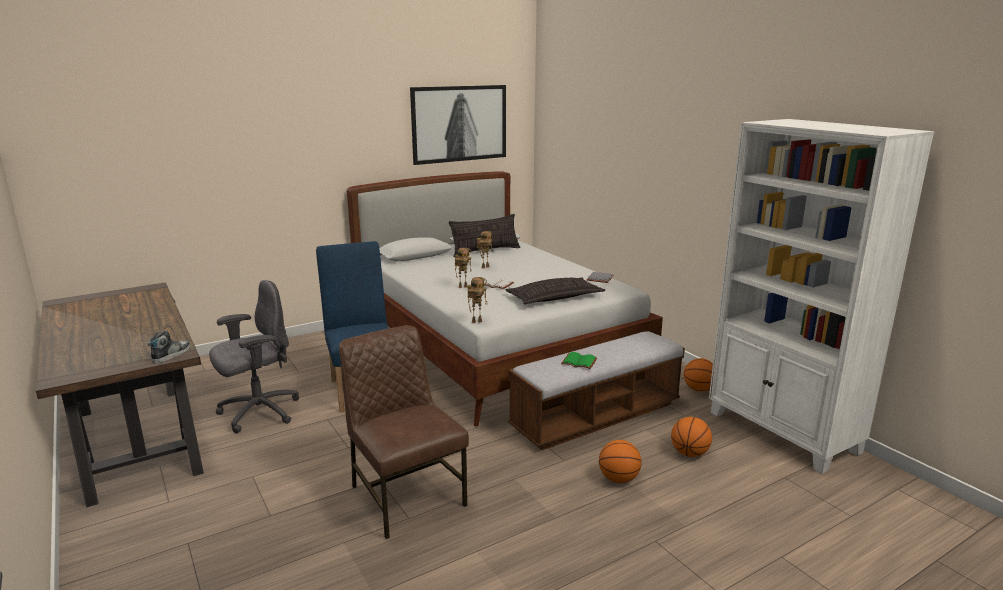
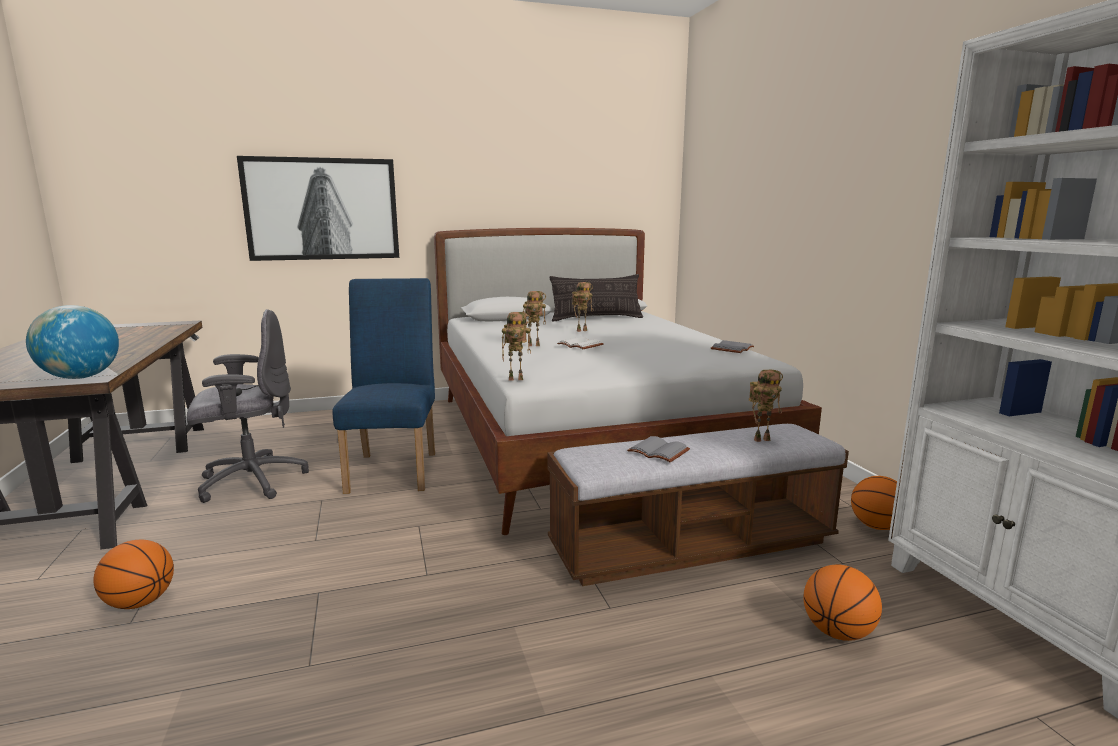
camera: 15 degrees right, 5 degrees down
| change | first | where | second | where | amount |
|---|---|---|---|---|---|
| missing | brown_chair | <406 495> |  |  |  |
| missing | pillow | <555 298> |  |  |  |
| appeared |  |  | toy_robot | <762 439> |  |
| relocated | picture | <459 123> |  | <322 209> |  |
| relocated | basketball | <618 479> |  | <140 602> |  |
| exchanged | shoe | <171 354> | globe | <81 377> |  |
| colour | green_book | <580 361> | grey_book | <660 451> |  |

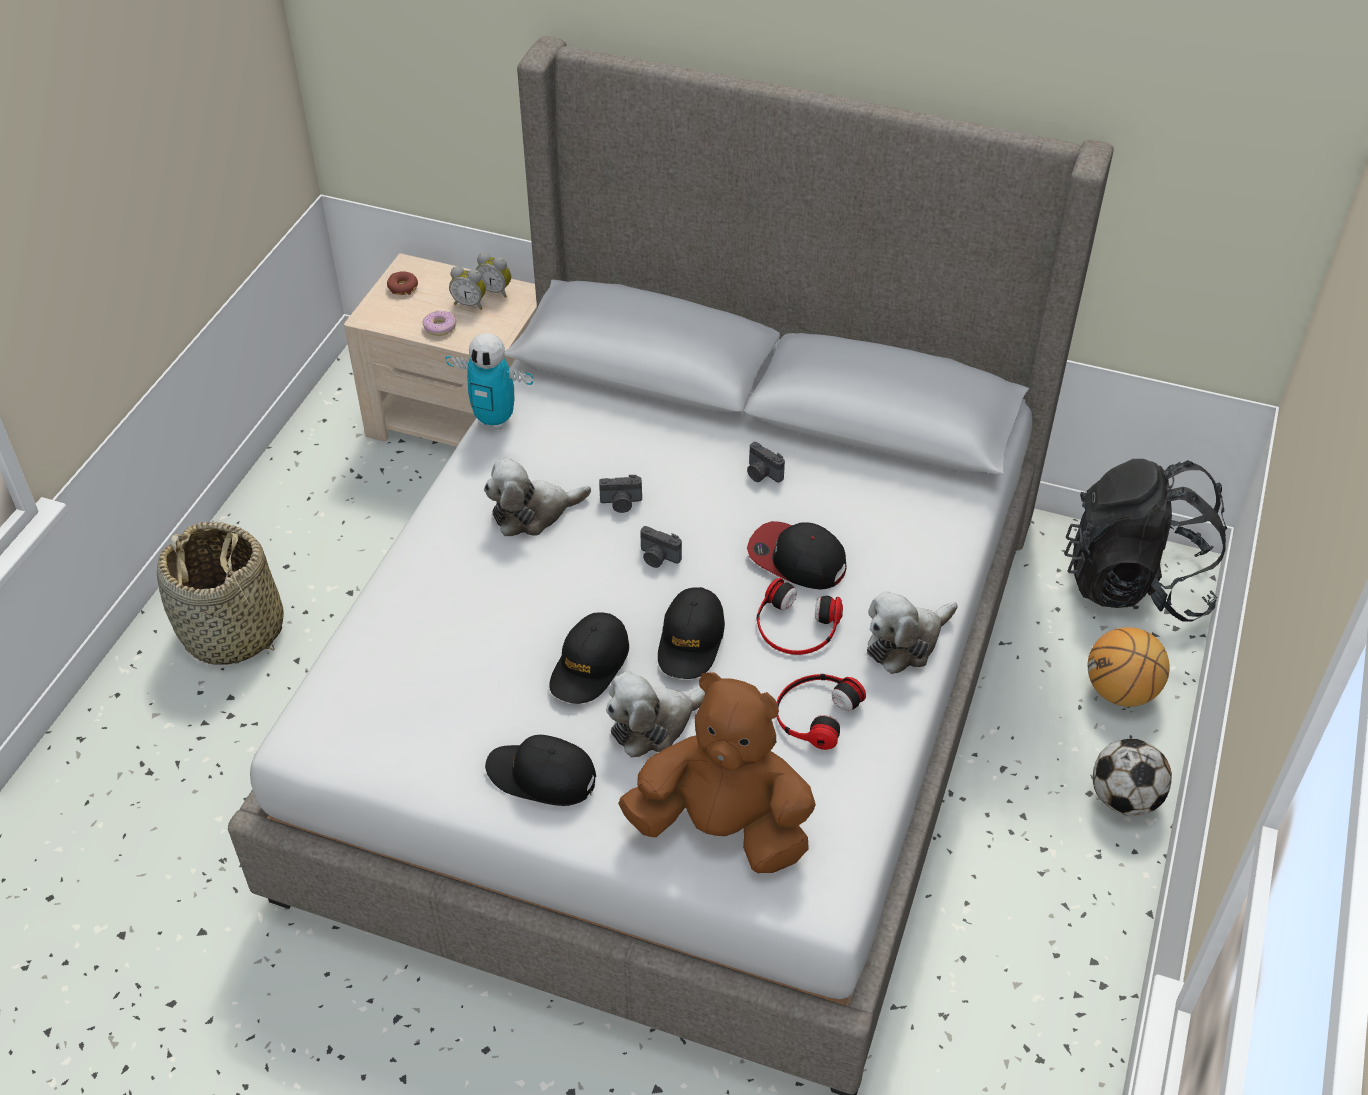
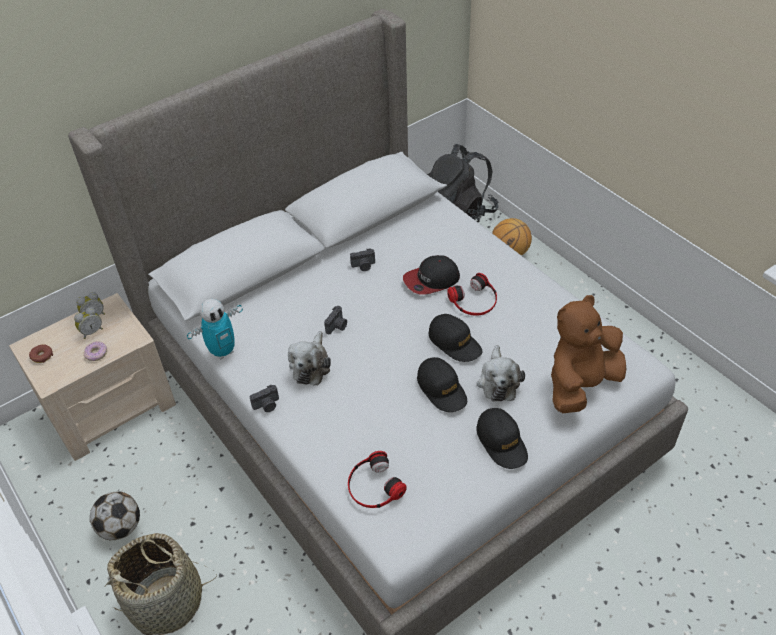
camera: 55 degrees left, 0 degrees up
| change | first | where | second | where | amount |
|---|---|---|---|---|---|
| missing | plush_toy | <906 642> |  |  |  |
| relocated | photo_camera | <658 558> |  | <267 405> |  |
| relocated | headphones | <815 713> |  | <374 486> |  |
| relocated | football | <1124 799> |  | <121 527> |  |
| spun | black_cap | <541 776> |  | <502 442> | 75 degrees counterclockwise |

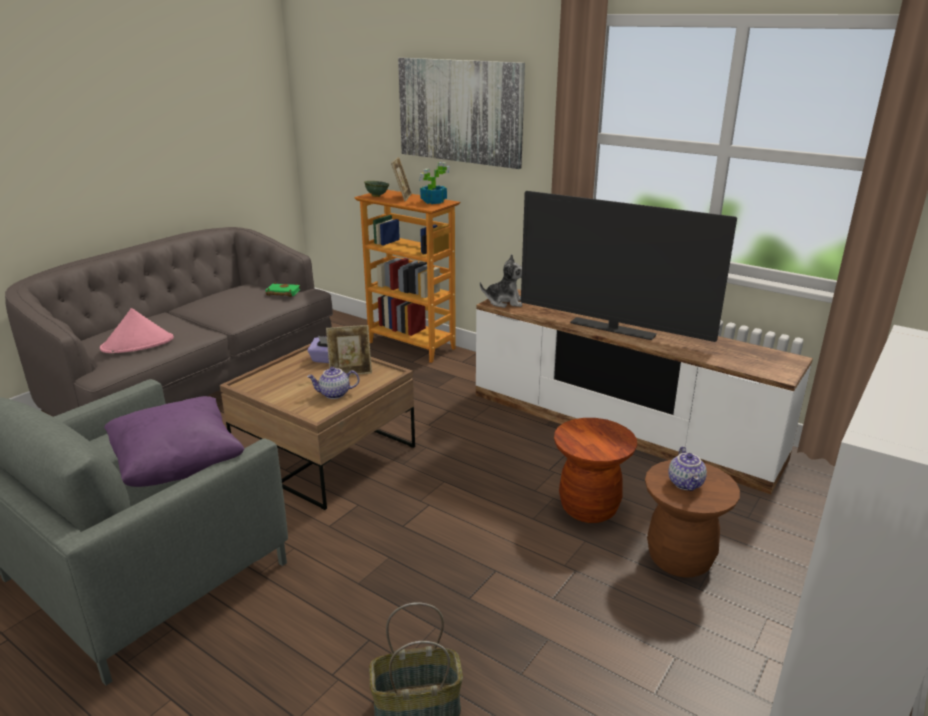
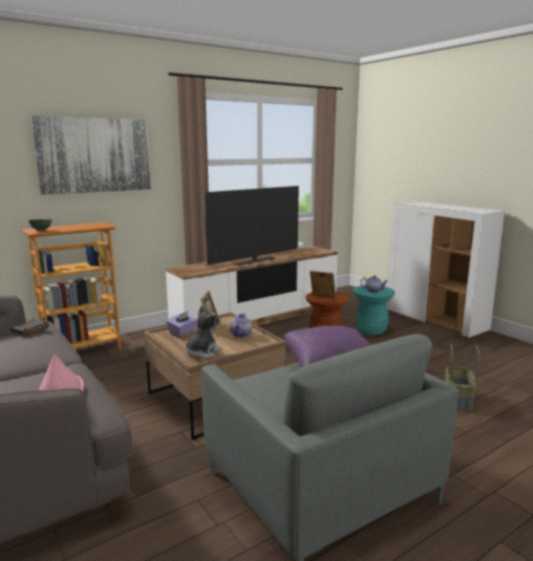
camera: 70 degrees left, 10 degrees down
| change | first | where | second | where | amount |
|---|---|---|---|---|---|
| missing | potted_plant | <433 201> |  |  |  |
| relocated | picture_frame | <402 197> |  | <322 297> |  |
| relocated | plush_toy | <505 302> |  | <202 352> |  |
| colour | green_book | <282 293> | black_book | <30 330> |  |
| colour | brown_stool | <679 559> | turquoise_stool | <371 330> |  |

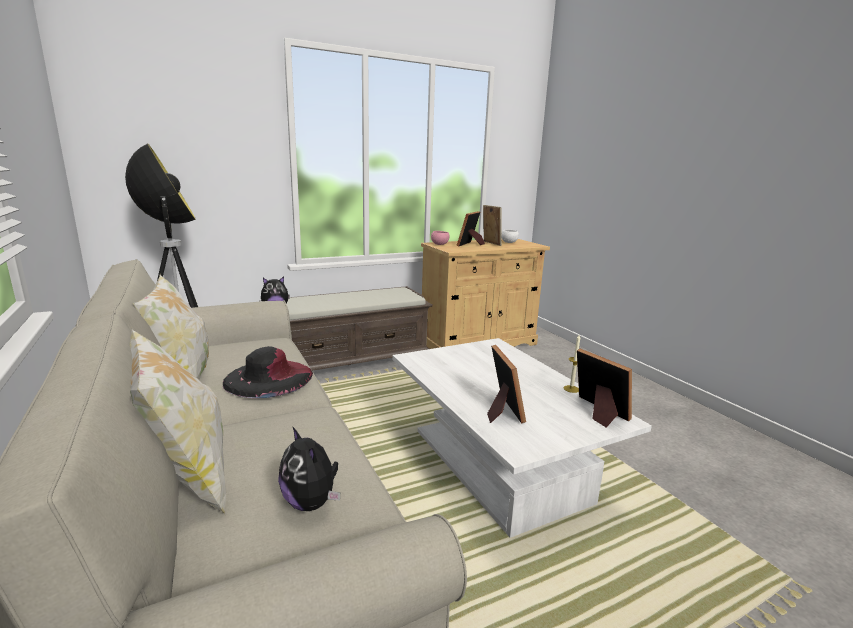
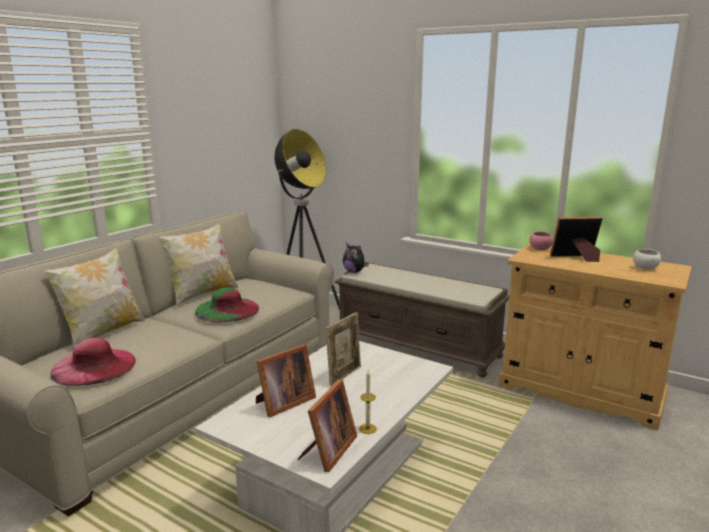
camera: 60 degrees right, 0 degrees up
| change | first | where | second | where | amount |
|---|---|---|---|---|---|
| relocated | picture_frame | <490 243> |  | <344 375> |  |
| exchanged | plush_toy | <311 502> | pink_hat | <94 366> |  |
| colour | black_hat | <268 377> | green_hat | <227 310> |  |

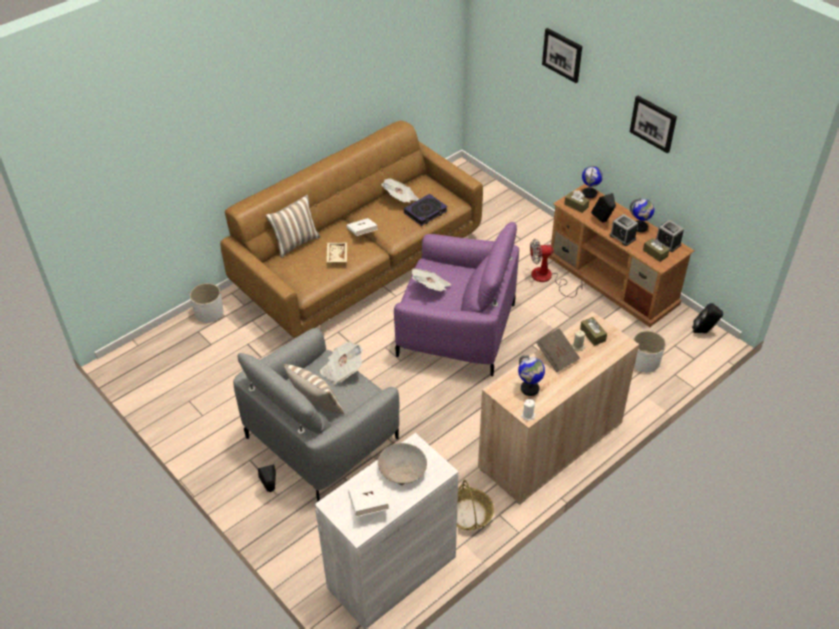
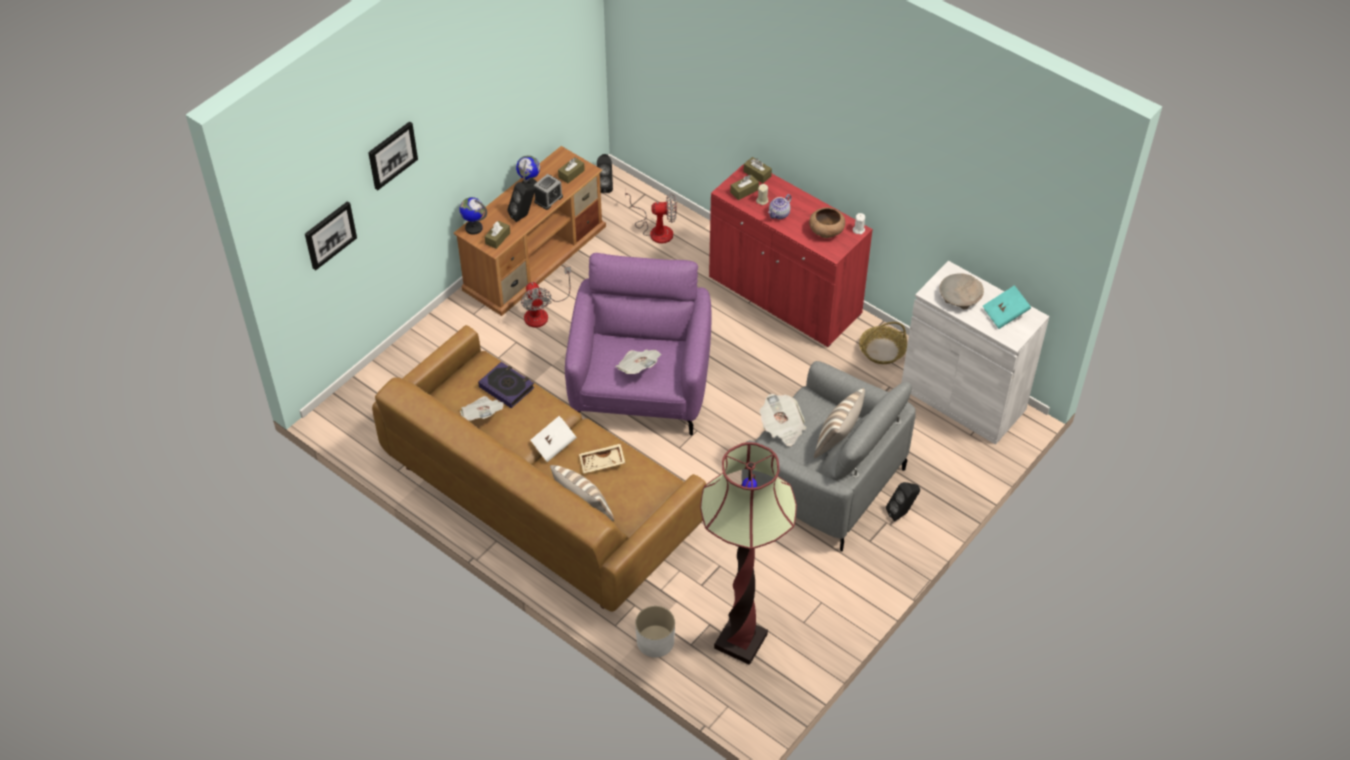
camera: 100 degrees left, 5 degrees up
| change | first | where | second | where | amount |
|---|---|---|---|---|---|
| missing | alarm_clock | <667 243> |  |  |  |
| appeared |  |  | floor_lamp | <740 641> |  |
| appeared |  |  | brown_tissue_box | <757 174> |  |
| relocated | picture | <653 123> |  | <329 234> |  |
| exchanged | globe | <529 389> | brown_bowl | <826 231> |  |
| exchanged | brown_book | <557 356> | teapot | <779 214> |  |
| exchanged | white_planter | <645 361> | fan | <655 230> |  |
| colour | white_book | <368 505> | turquoise_book | <1005 314> |  |
| colour | beige_cabinet | <550 445> | red_cabinet | <784 296> |  |

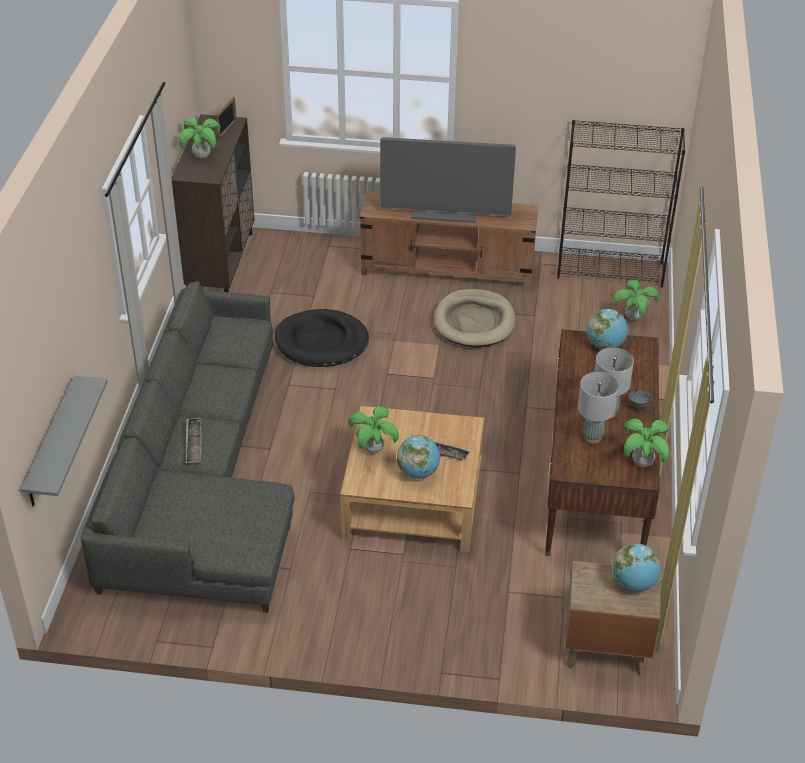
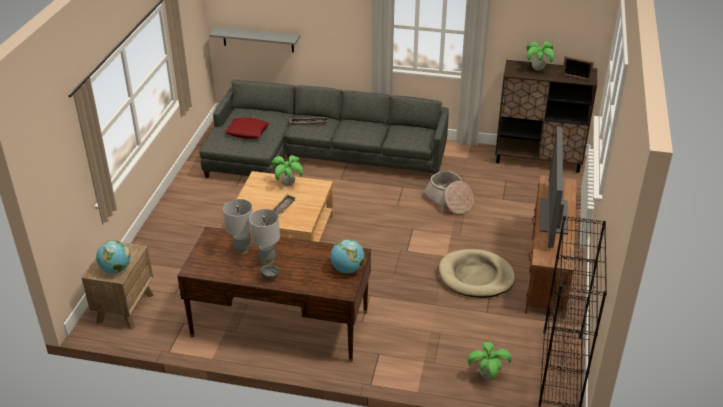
camera: 95 degrees right, 5 degrees down
| change | first | where | second | where | amount |
|---|---|---|---|---|---|
| missing | globe | <418 472> |  |  |  |
| missing | potted_plant | <642 463> |  |  |  |
| appeared |  |  | red_pillow | <247 131> |  |
| exchanged | black_dog_bed | <321 342> | basket | <448 201> |  |

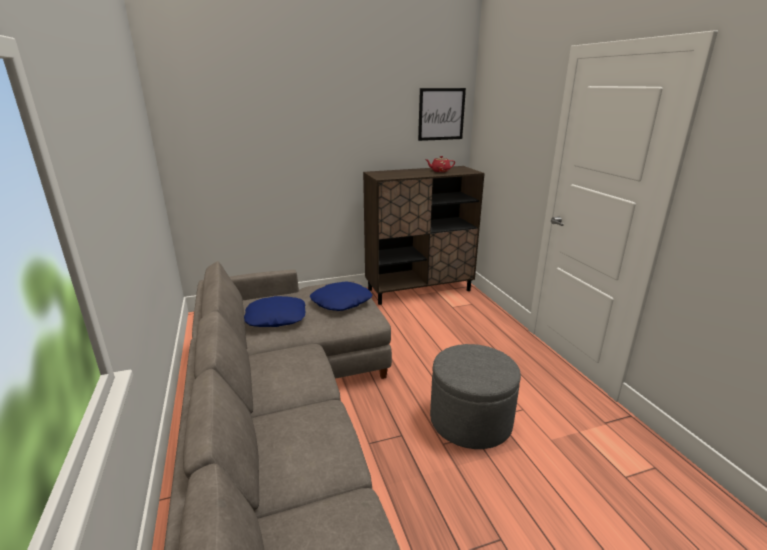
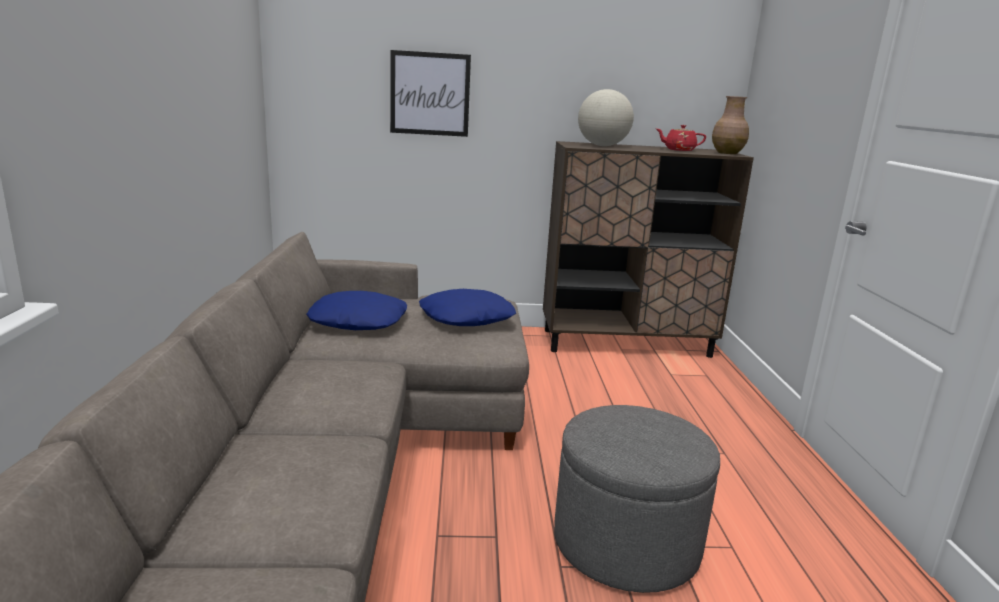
camera: 15 degrees right, 5 degrees down
| change | first | where | second | where | amount |
|---|---|---|---|---|---|
| appeared |  |  | globe | <603 146> |  |
| appeared |  |  | brown_vase | <726 153> |  |
| relocated | picture | <441 114> |  | <430 94> |  |

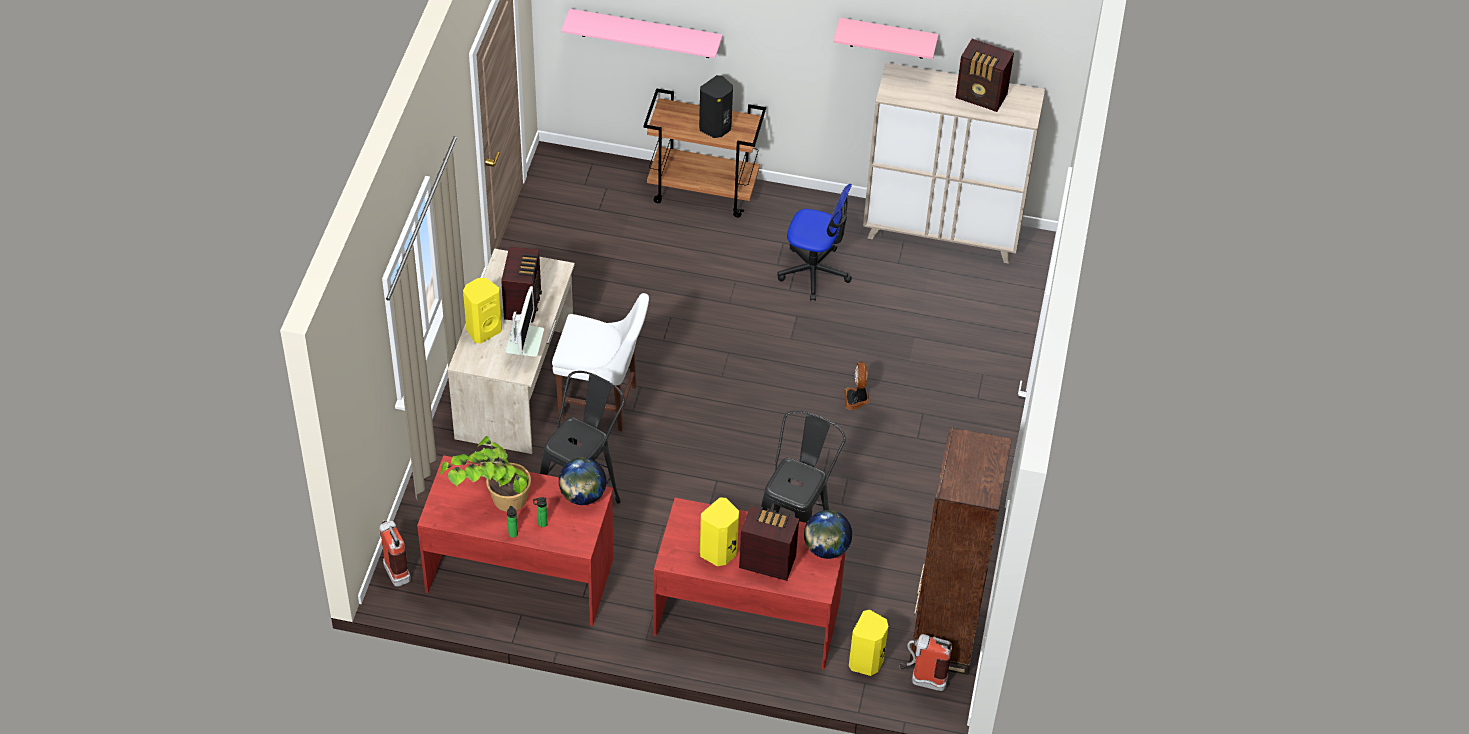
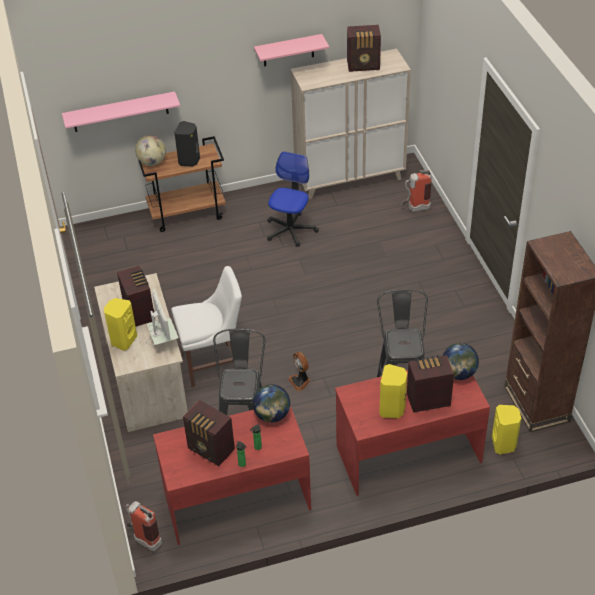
camera: 25 degrees left, 5 degrees down
| change | first | where | second | where | amount |
|---|---|---|---|---|---|
| appeared |  |  | globe | <152 162> |  |
| relocated | fan | <857 399> |  | <300 381> |  |
| relocated | fire_extinguisher | <922 680> |  | <415 208> |  |
| exchanged | potted_plant | <492 502> | radio | <211 450> |  |
| spun | office_chair | <814 272> |  | <290 230> | 60 degrees counterclockwise |

